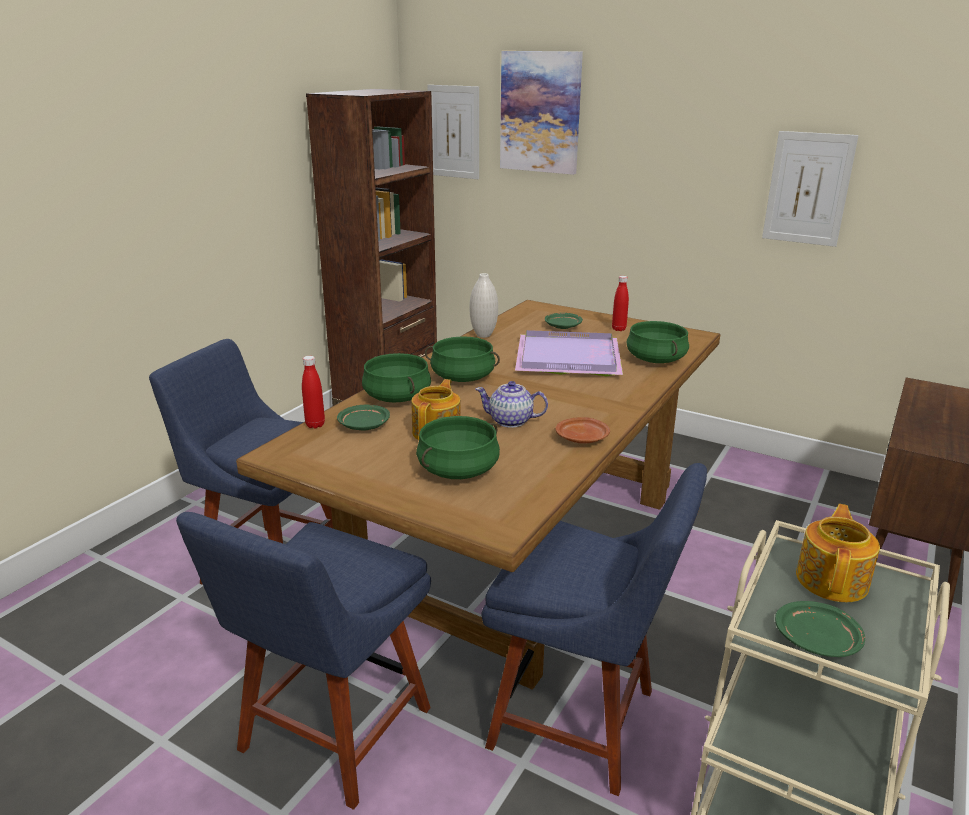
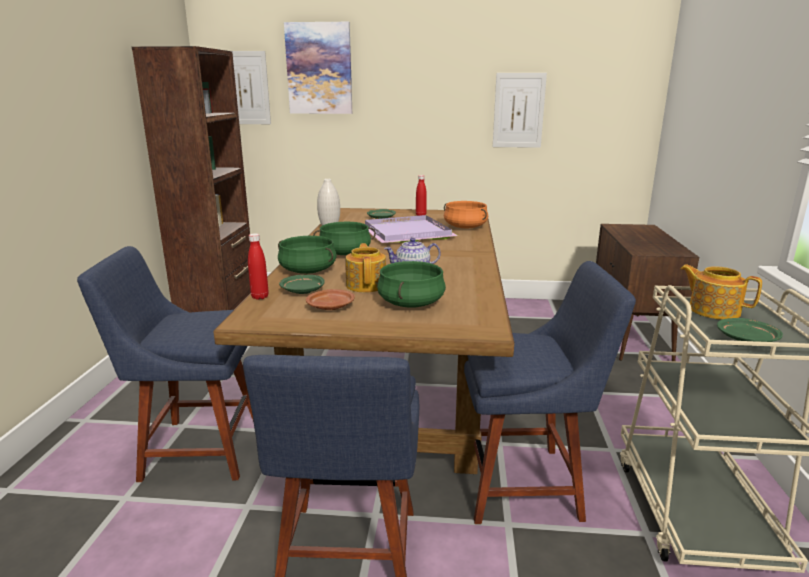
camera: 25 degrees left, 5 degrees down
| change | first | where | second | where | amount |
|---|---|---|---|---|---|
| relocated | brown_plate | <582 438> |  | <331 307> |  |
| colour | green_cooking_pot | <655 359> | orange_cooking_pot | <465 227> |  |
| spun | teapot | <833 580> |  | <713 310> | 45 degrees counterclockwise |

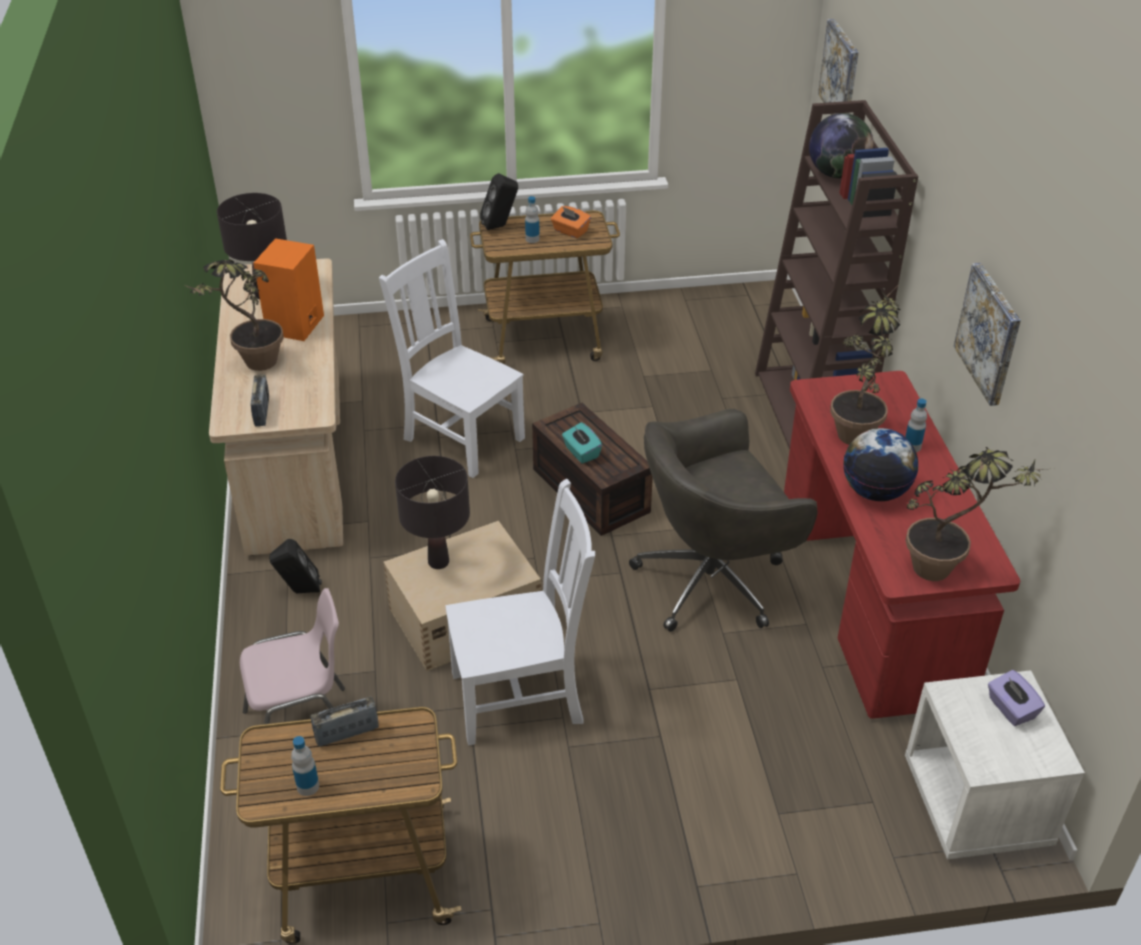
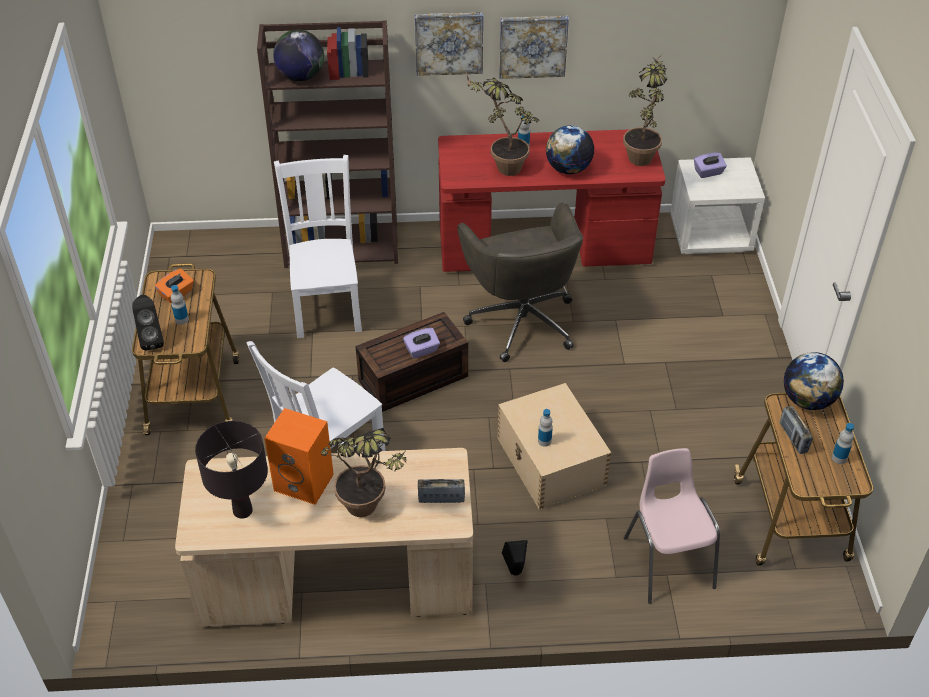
camera: 85 degrees left, 5 degrees up
| change | first | where | second | where | amount |
|---|---|---|---|---|---|
| appeared |  |  | globe | <807 400> |  |
| relocated | white_chair | <522 697> |  | <327 305> |  |
| relocated | picture | <841 73> |  | <449 42> |  |
| exchanged | black_table_lamp | <439 562> | bottle | <544 441> |  |
| colour | turquoise_tissue_box | <581 452> | purple_tissue_box | <422 350> |  |

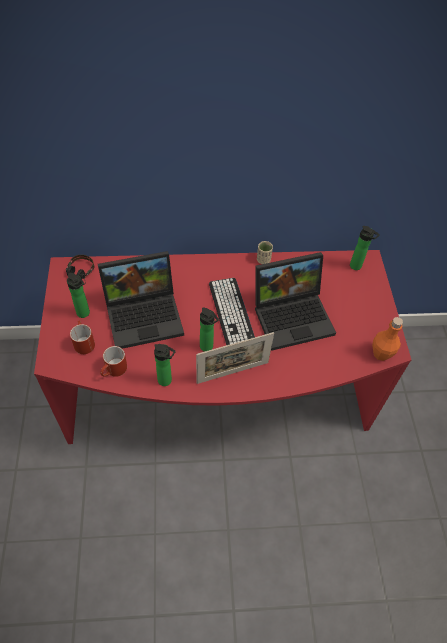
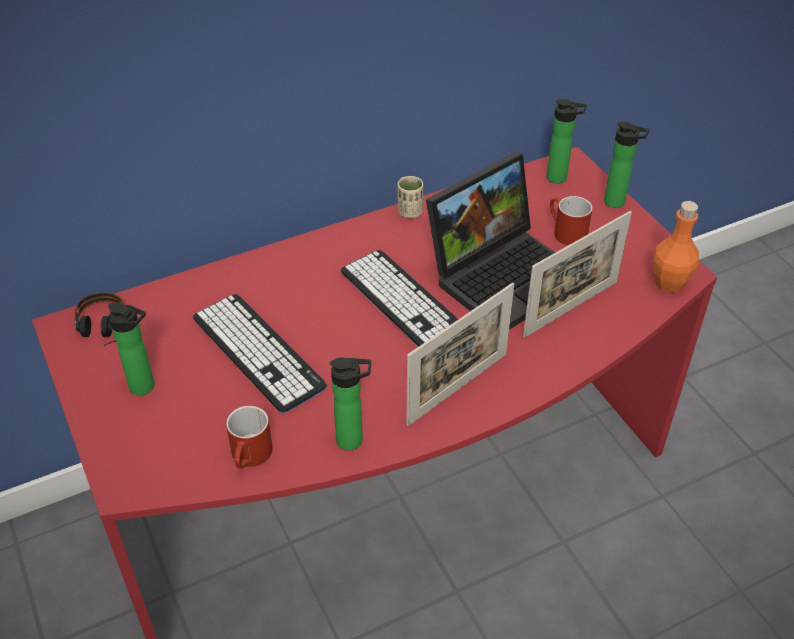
camera: 20 degrees left, 10 degrees down
| change | first | where | second | where | amount |
|---|---|---|---|---|---|
| appeared |  |  | picture_frame | <571 308> |  |
| relocated | red_mug | <83 342> |  | <564 232> |  |
| relocated | bottle | <207 348> |  | <617 203> |  |
| exchanged | laptop | <145 314> | keyboard | <258 352> |  |

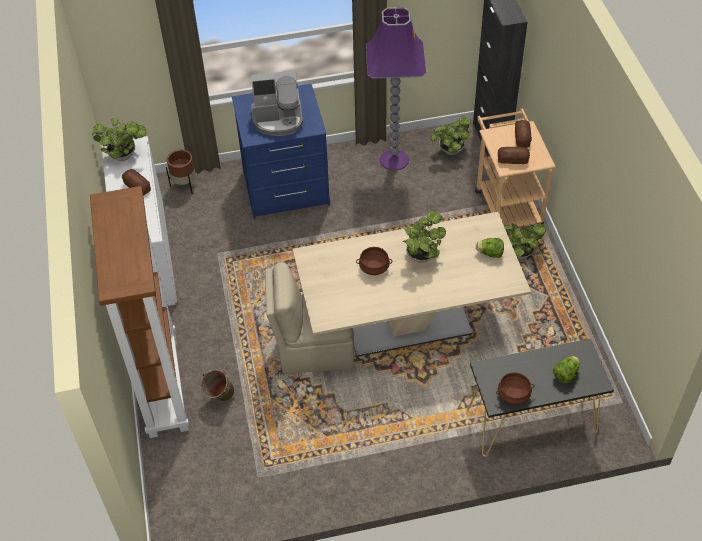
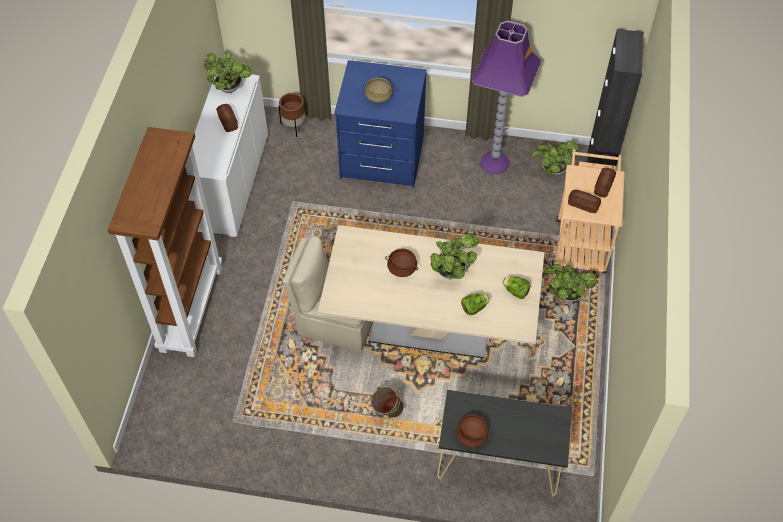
camera: 20 degrees right, 5 degrees up
| change | first | where | second | where | amount |
|---|---|---|---|---|---|
| relocated | green_bucket | <219 398> |  | <387 412> |  |
| relocated | lettuce | <565 374> |  | <474 308> |  |
| exchanged | coffee_machine | <278 119> | beige_cooking_pot | <378 96> |  |

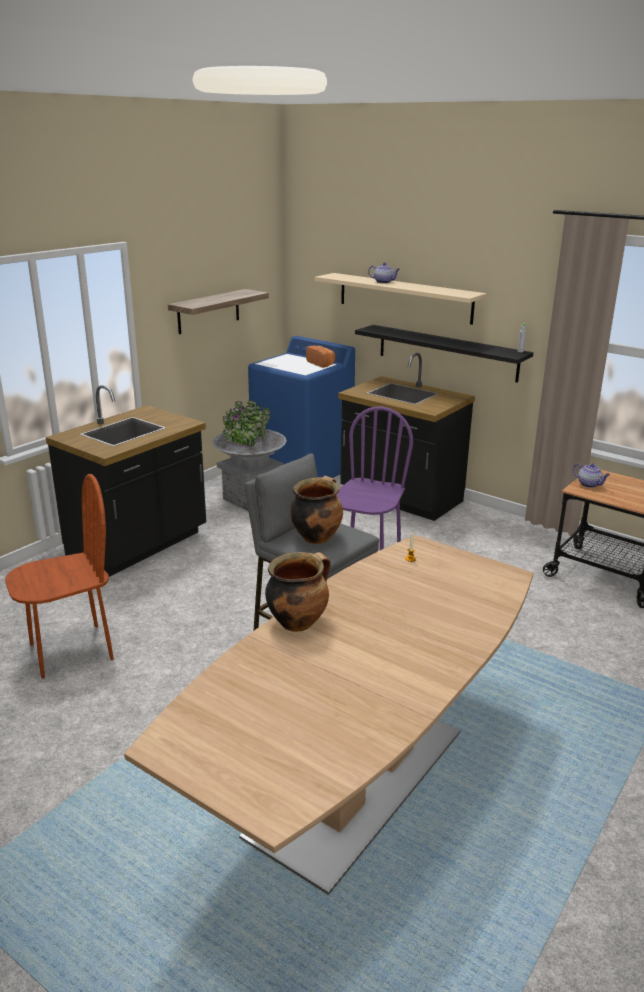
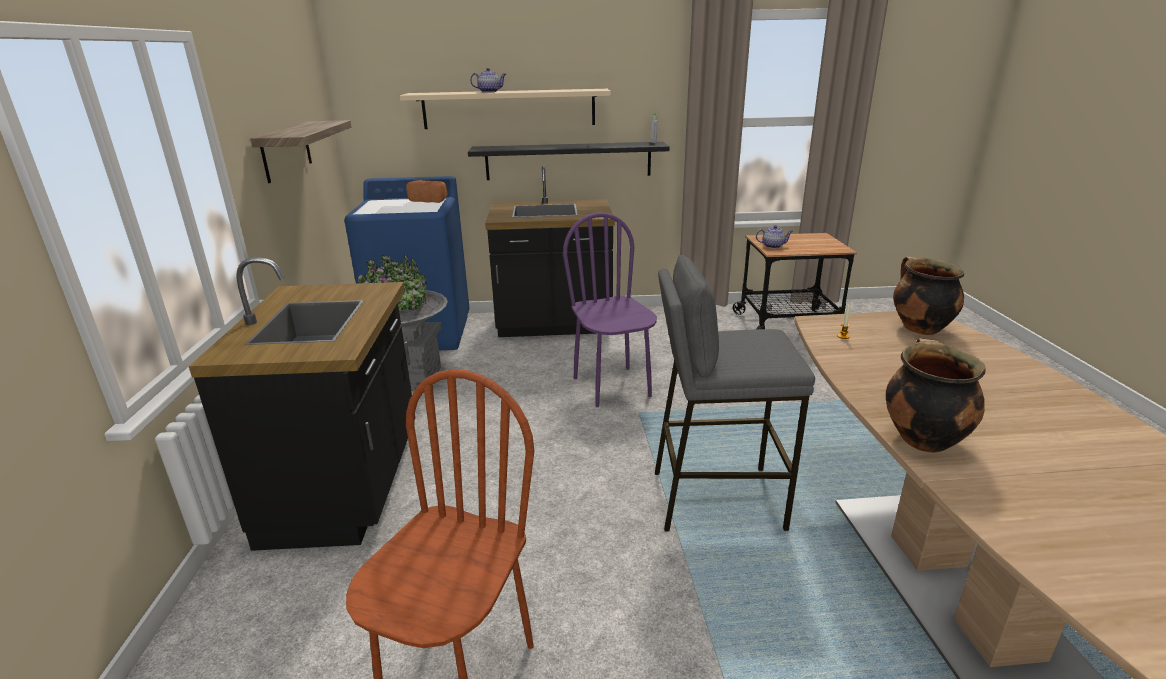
camera: 40 degrees left, 0 degrees up
| change | first | where | second | where | amount |
|---|---|---|---|---|---|
| relocated | cooking_pot | <316 537> |  | <918 328> |  |

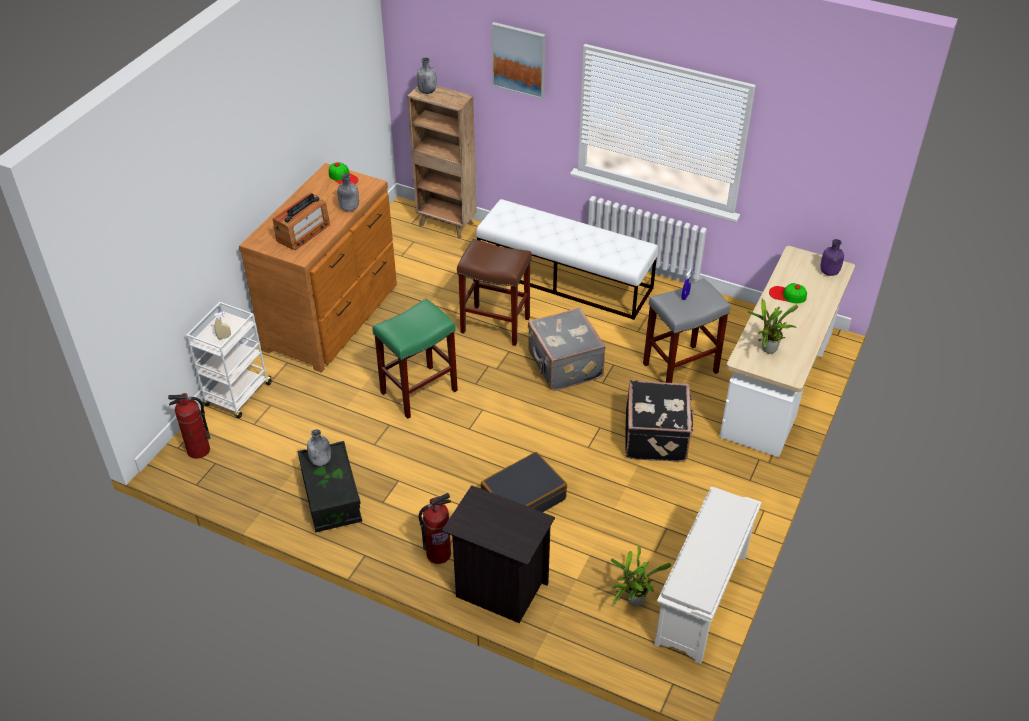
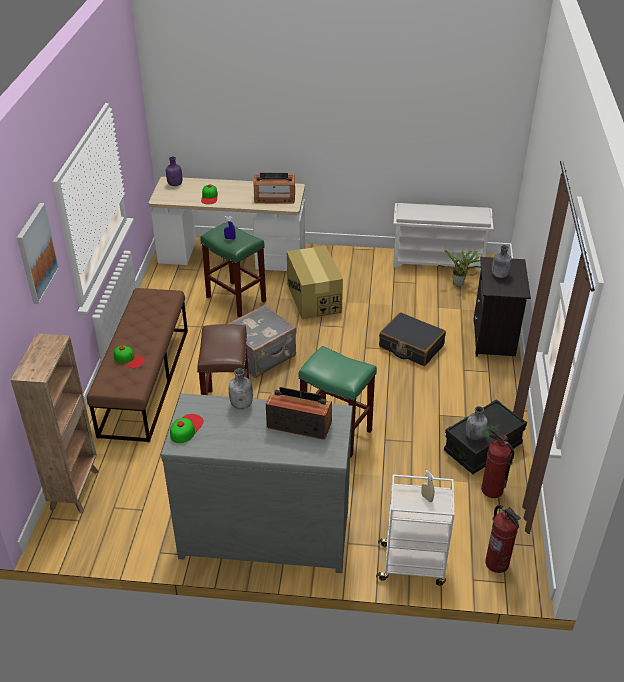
camera: 110 degrees left, 5 degrees down
| change | first | where | second | where | amount |
|---|---|---|---|---|---|
| appeared |  |  | cap | <129 359> |  |
| relocated | grey_bottle | <427 91> |  | <499 275> |  |
| relocated | fire_extinguisher | <438 554> |  | <492 490> |  |
| exchanged | black_suitcase | <657 436> | cardboard_box | <314 298> |  |
| exchanged | potted_plant | <767 350> | radio | <274 198> |  |
| colour | brown_dresser | <333 317> | grey_dresser | <265 531> |  |
| colour | white_bench | <565 279> | brown_bench | <145 380> |  |
| colour | grey_stool | <681 367> | green_stool | <235 299> |  |

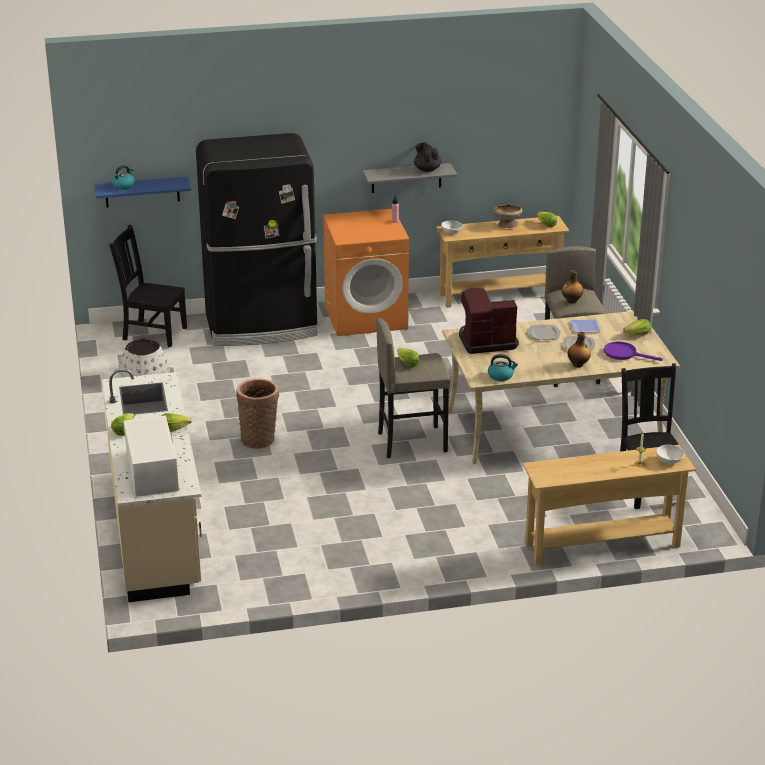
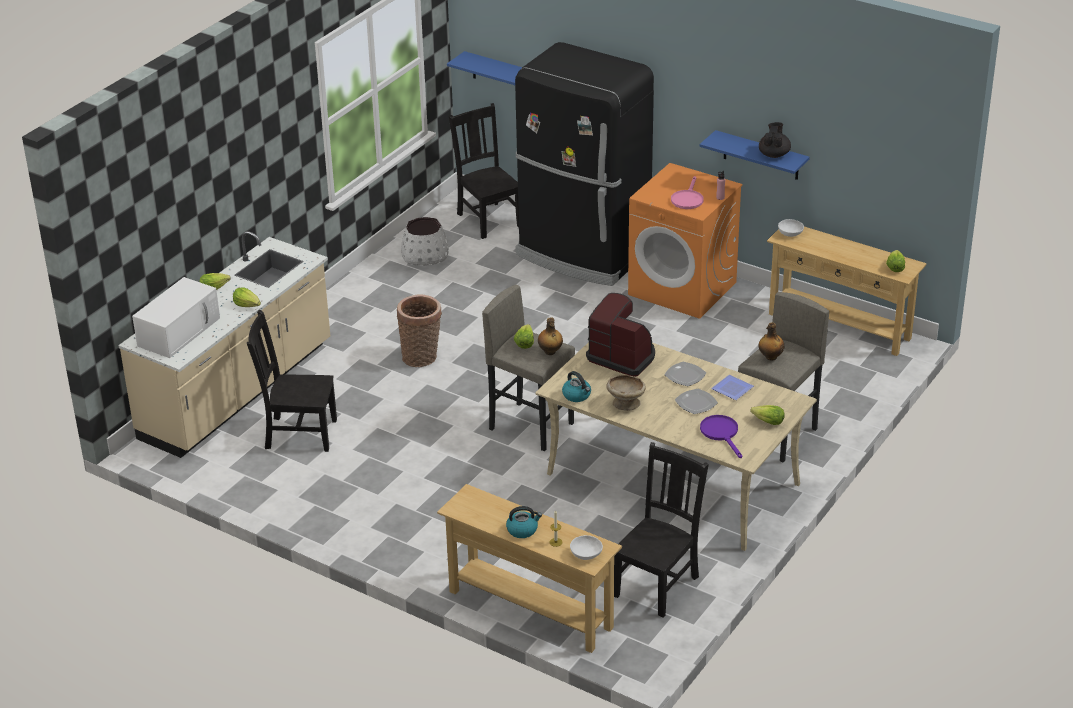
camera: 45 degrees right, 5 degrees up
| change | first | where | second | where | amount |
|---|---|---|---|---|---|
| appeared |  |  | black_chair | <298 433> |  |
| appeared |  |  | pink_frying_pan | <687 199> |  |
| relocated | kettle | <123 186> |  | <522 530> |  |
| relocated | beige_bowl | <506 225> |  | <625 403> |  |
| relocated | bottle | <578 365> |  | <550 352> |  |
| colour | grey_shelf | <406 178> | blue_shelf | <761 156> |  |

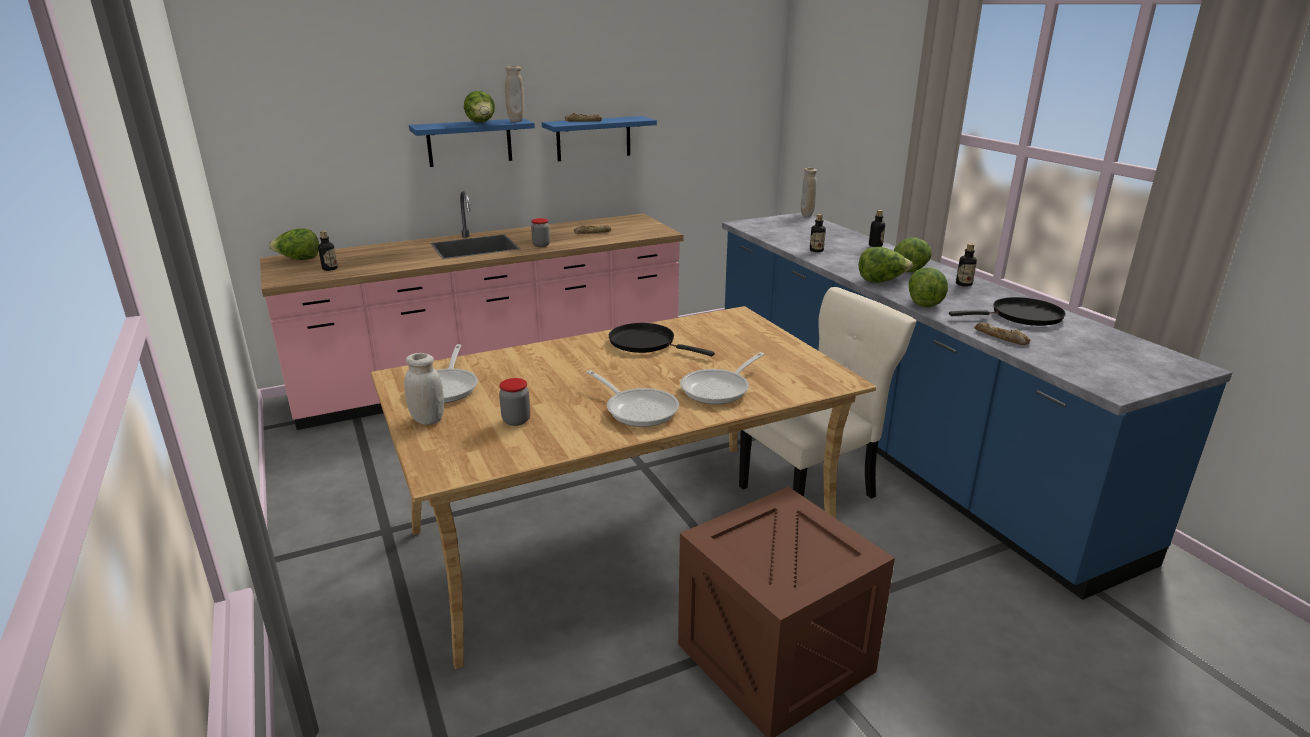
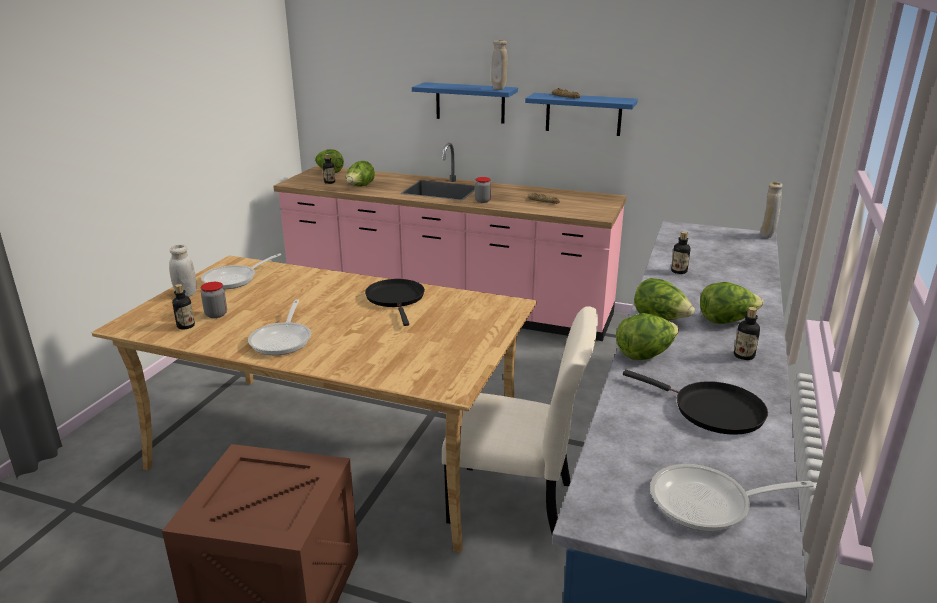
camera: 45 degrees right, 0 degrees up
| change | first | where | second | where | amount |
|---|---|---|---|---|---|
| missing | bread | <1001 337> |  |  |  |
| relocated | lettuce | <481 123> |  | <360 187> |  |
| relocated | frying_pan | <719 389> |  | <708 504> |  |
| relocated | bottle | <875 245> |  | <186 326> |  |

